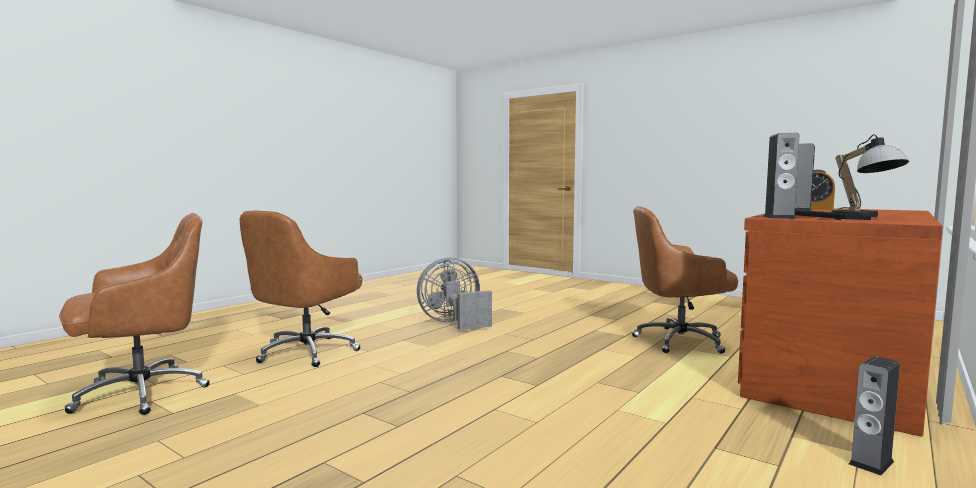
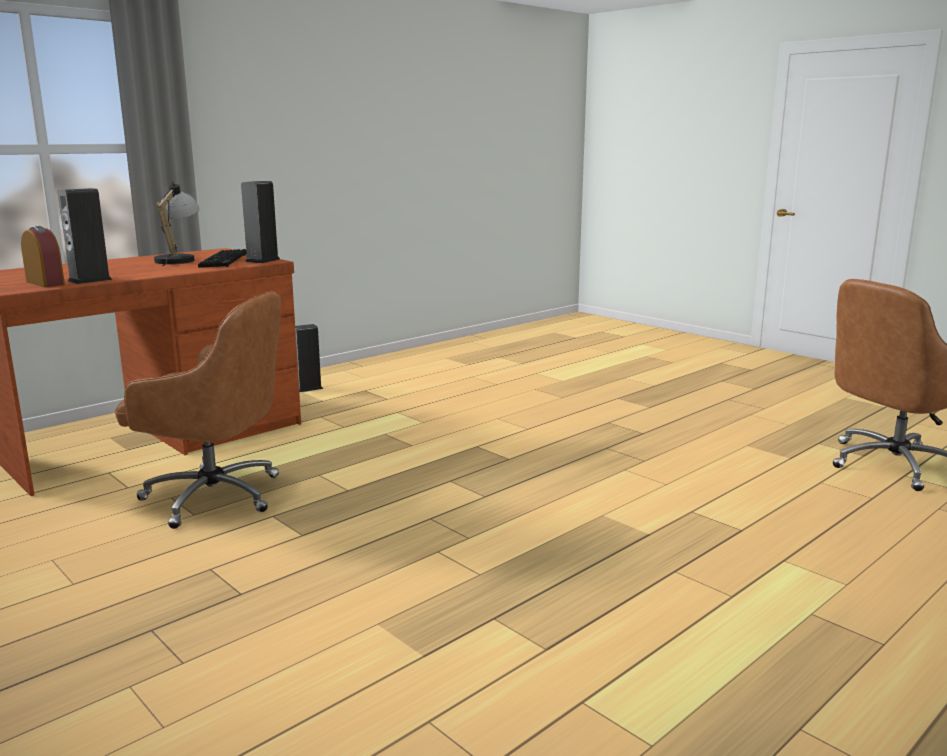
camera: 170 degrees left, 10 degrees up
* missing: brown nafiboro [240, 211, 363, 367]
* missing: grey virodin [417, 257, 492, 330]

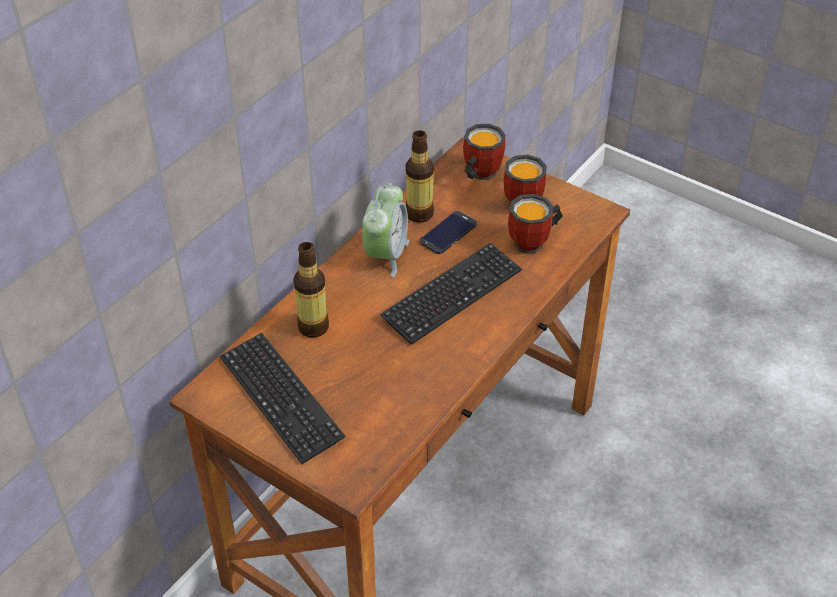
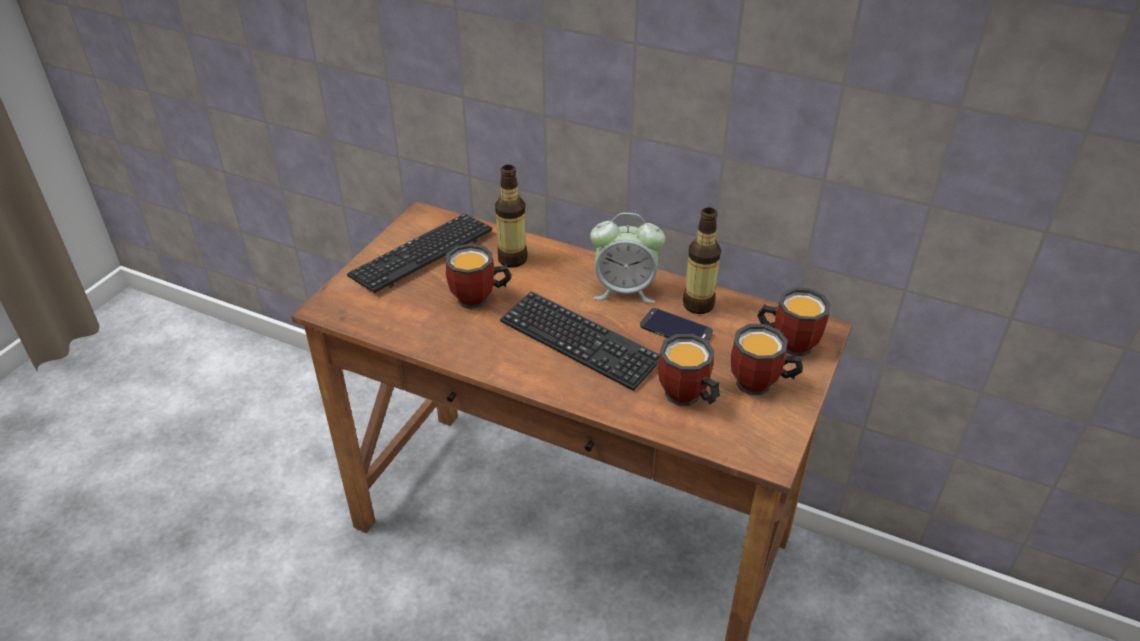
camera: 80 degrees right, 5 degrees down
* appeared: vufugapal [445, 243, 511, 309]

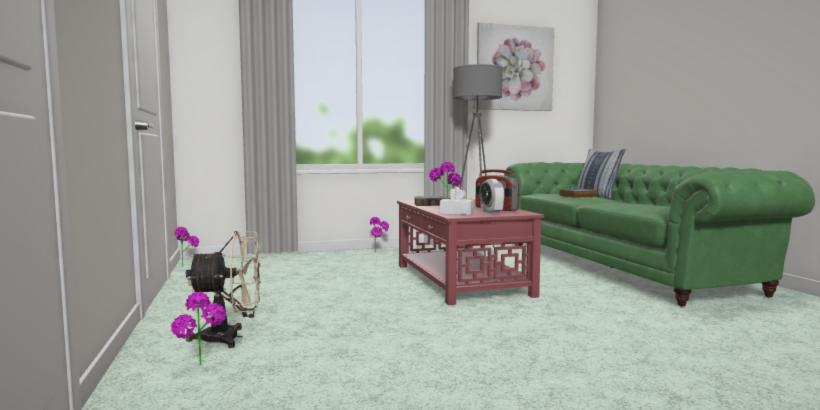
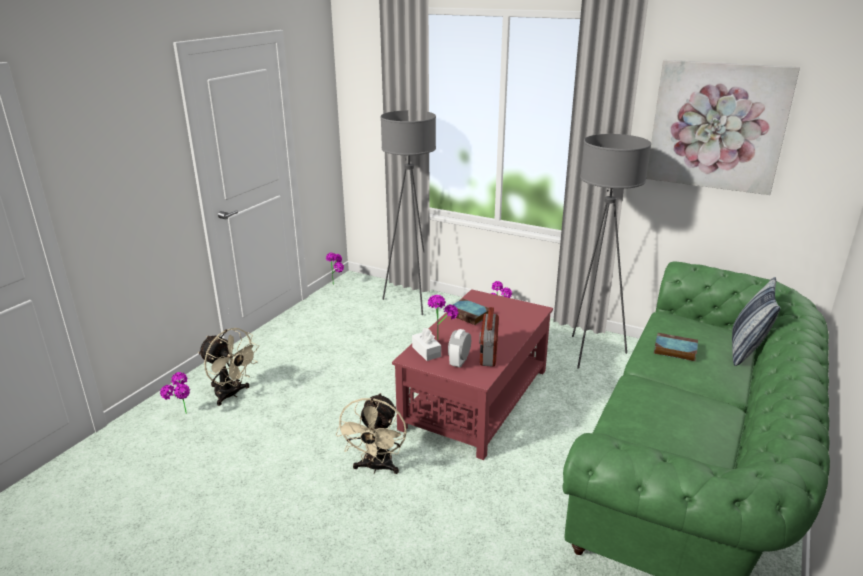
camera: 45 degrees right, 20 degrees up
* appeared: beige virodin [336, 393, 407, 474]
* appeared: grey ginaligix [380, 110, 436, 315]

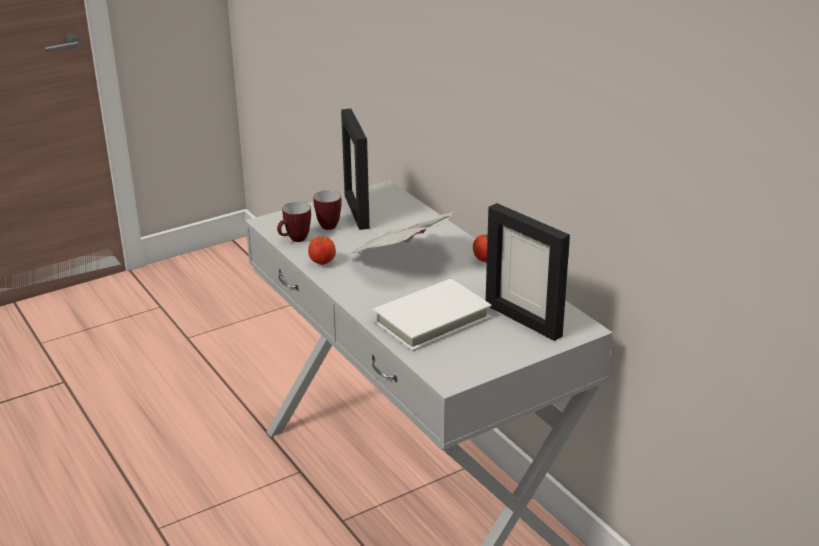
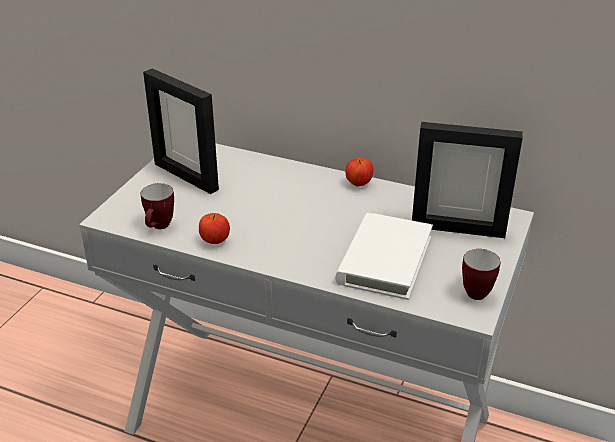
camera: 35 degrees left, 5 degrees up
* missing: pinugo [345, 210, 458, 255]
* relocated: vufugapal [313, 190, 342, 230] to [462, 249, 500, 300]

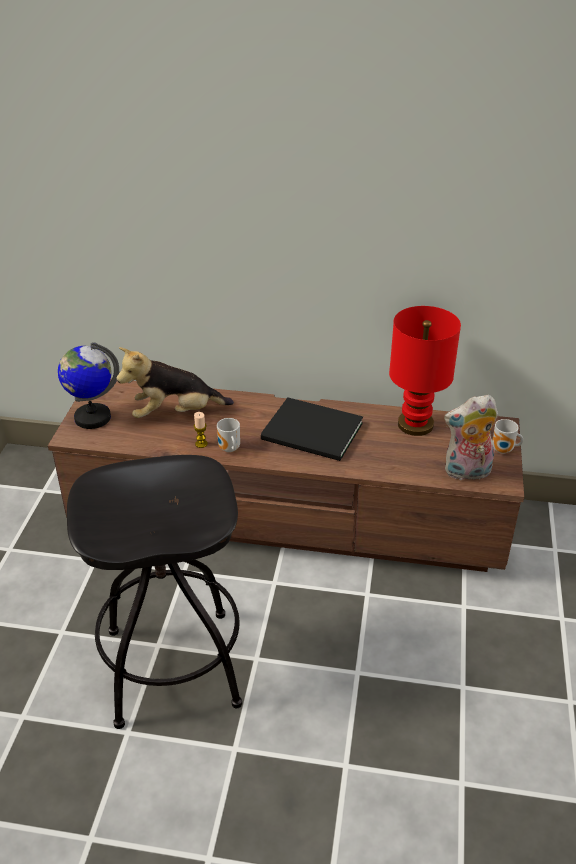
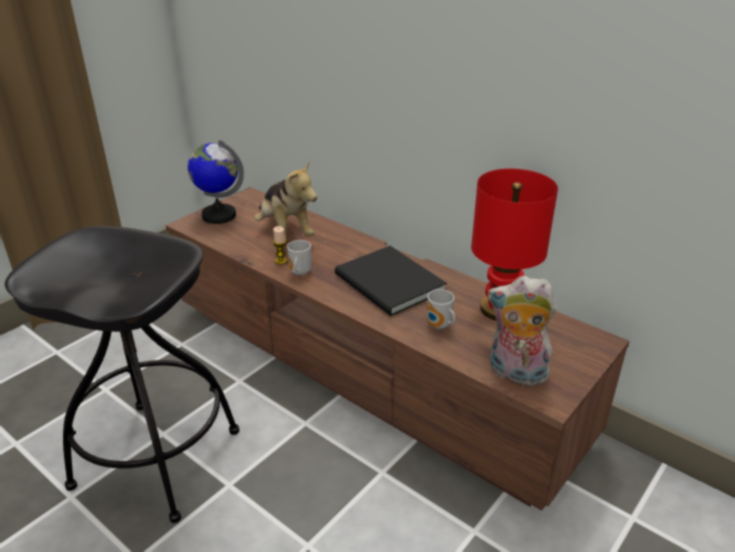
camera: 30 degrees right, 5 degrees down
* relocated: vufugapal [492, 419, 523, 454] to [427, 289, 455, 329]
* spun: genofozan [116, 347, 234, 418] = [254, 161, 317, 239] 135 degrees counterclockwise

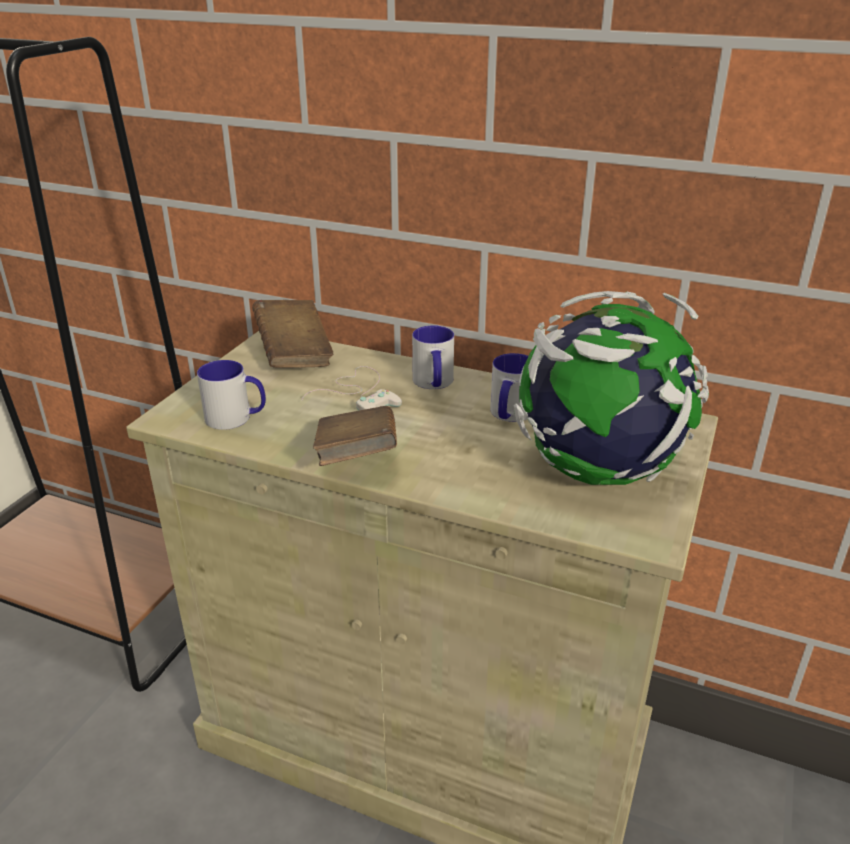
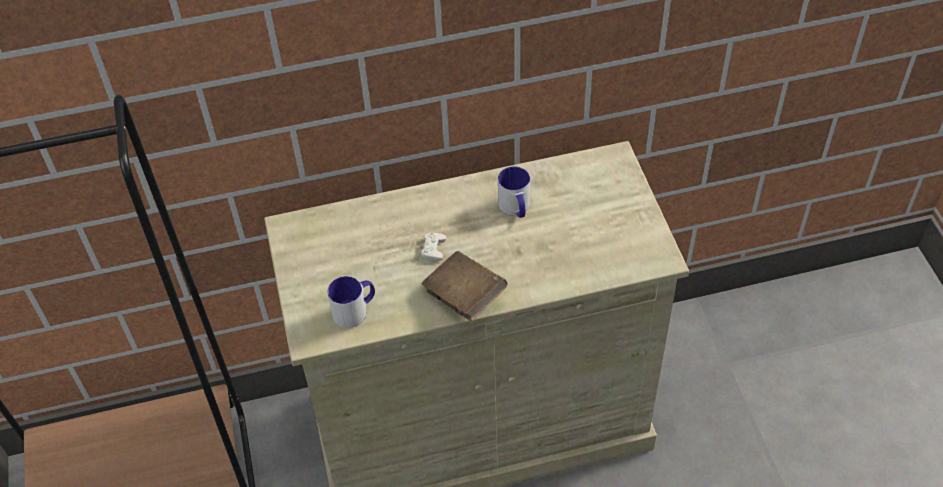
camera: 35 degrees left, 20 degrees up
* missing: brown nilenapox [252, 300, 333, 368]
* missing: vufugapal [412, 325, 454, 389]
* missing: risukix [514, 291, 709, 485]

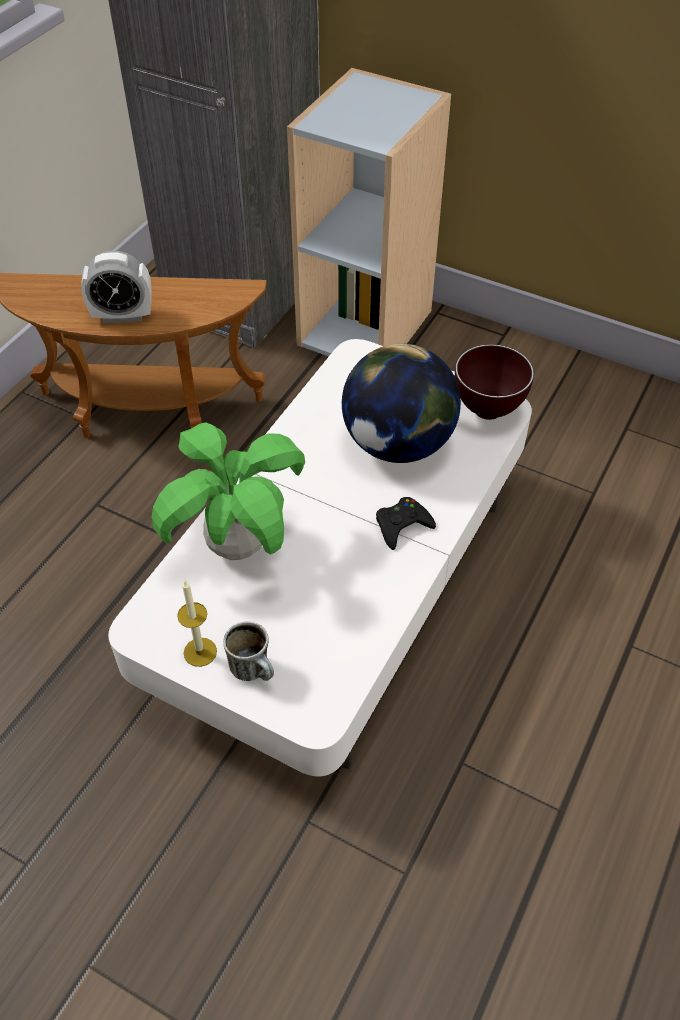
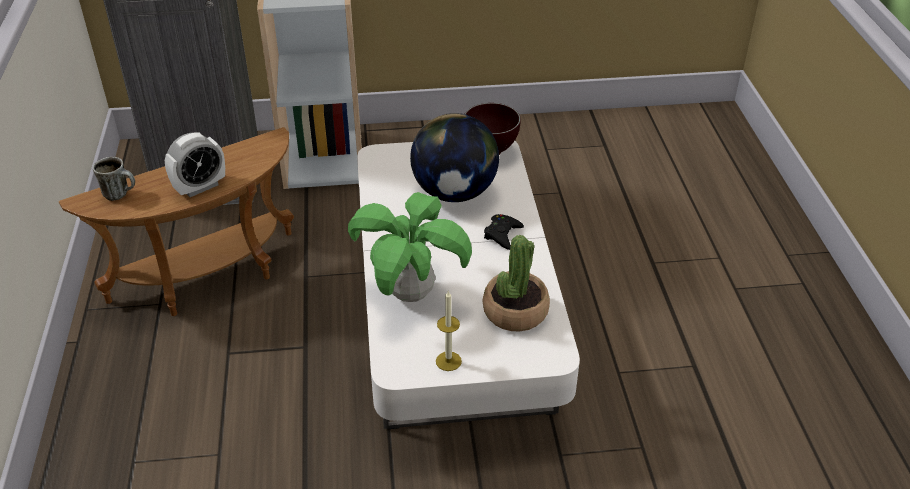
camera: 35 degrees left, 10 degrees down
* appeared: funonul [483, 235, 550, 331]
* relocated: vufugapal [223, 621, 274, 681] to [93, 157, 135, 201]

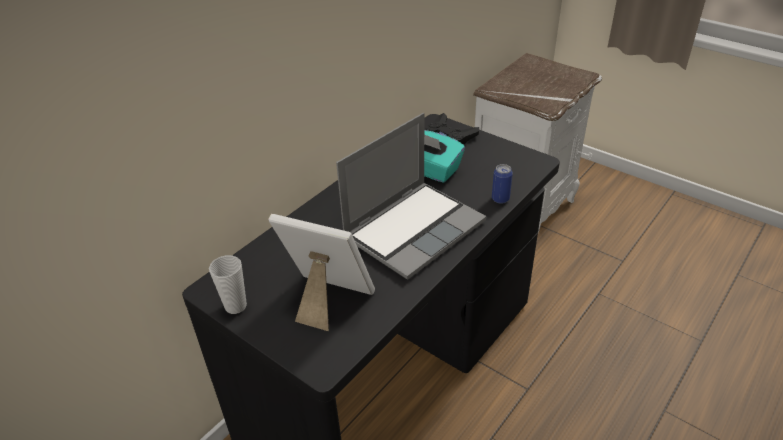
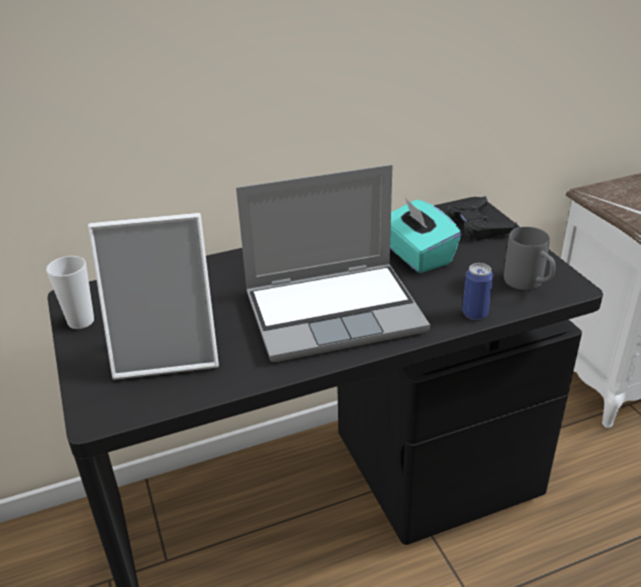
camera: 30 degrees right, 5 degrees down
* appeared: grey vufugapal [504, 227, 556, 290]
* spun: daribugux [268, 214, 375, 331] = [88, 213, 219, 380] 120 degrees clockwise

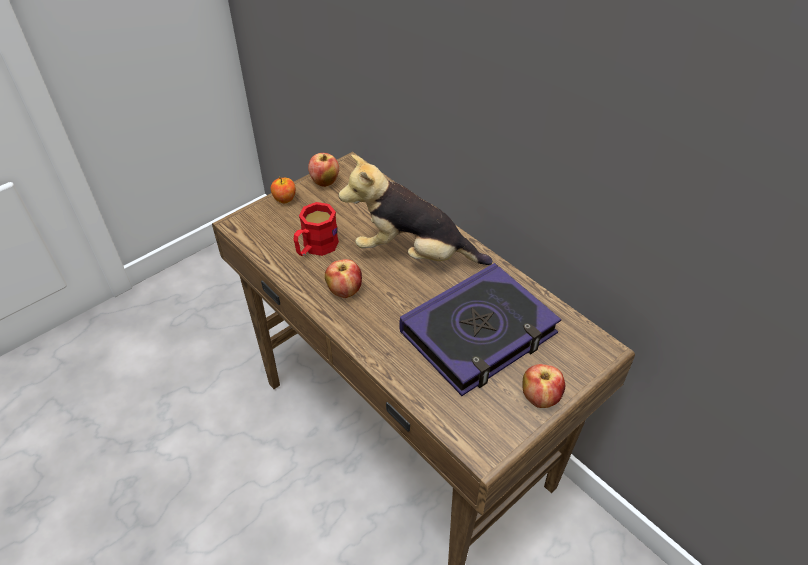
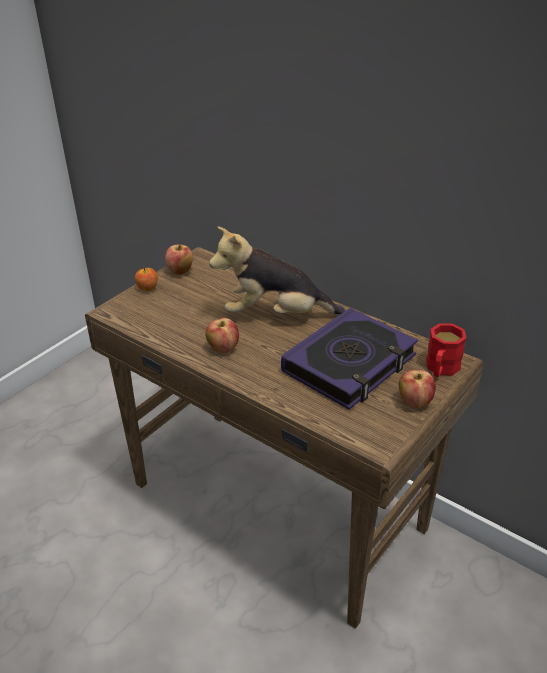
camera: 10 degrees left, 10 degrees down
* relocated: red vufugapal [294, 202, 339, 256] to [426, 323, 466, 377]

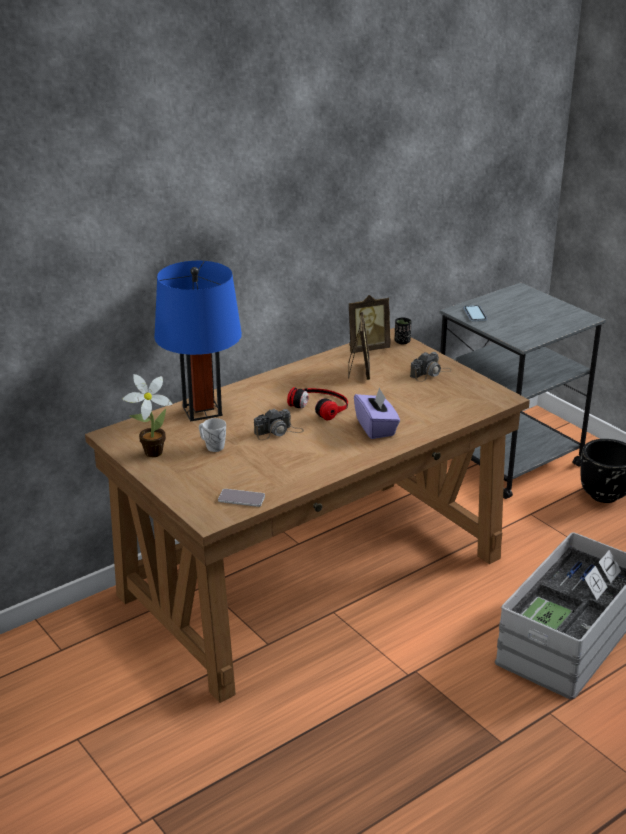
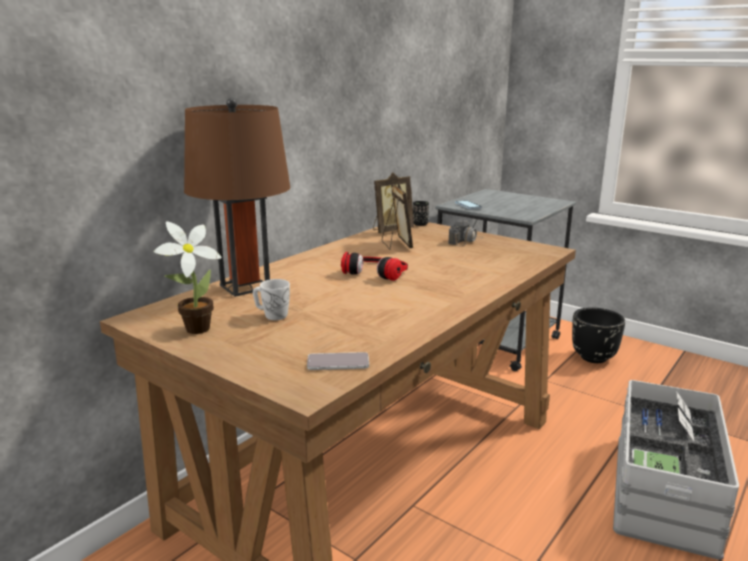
camera: 15 degrees left, 10 degrees down
* missing: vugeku [254, 409, 304, 440]
* missing: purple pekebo [354, 387, 400, 439]
* colour: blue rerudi [154, 261, 242, 421] to brown rerudi [184, 98, 291, 297]

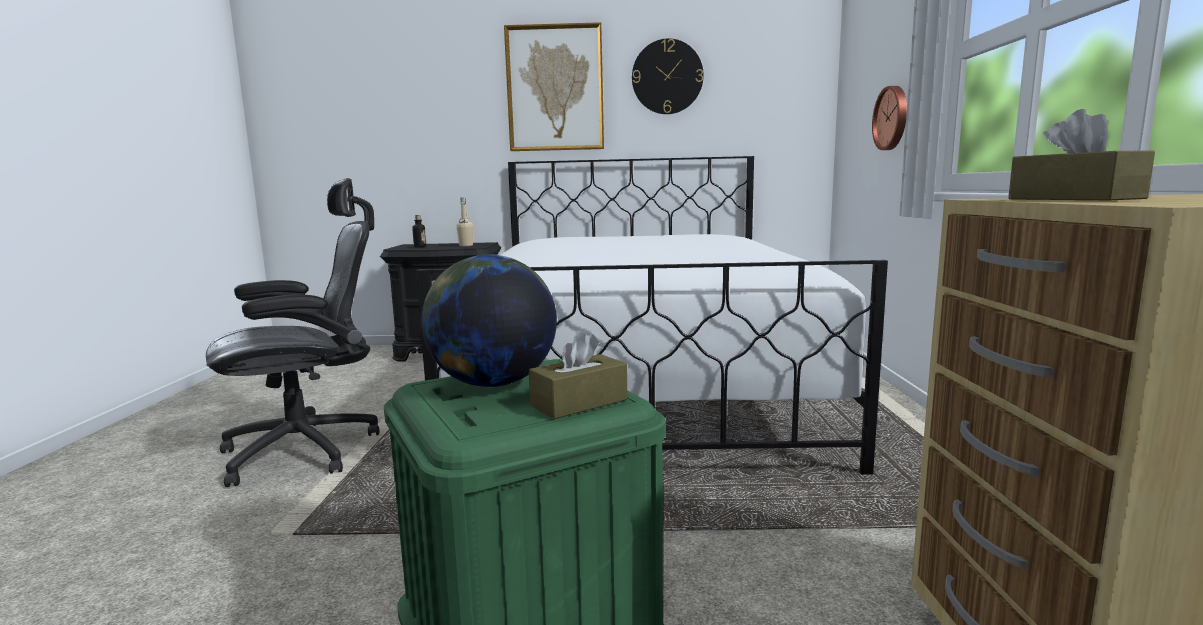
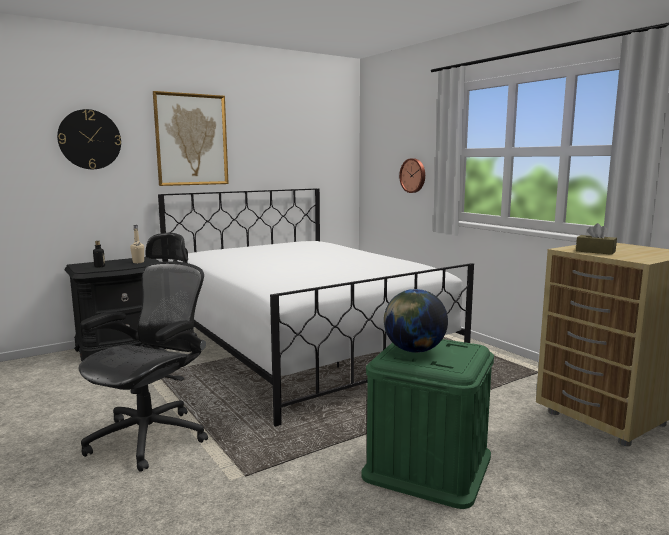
camera: 35 degrees left, 0 degrees up
* missing: brown pekebo [529, 330, 628, 419]
* relocated: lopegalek [632, 38, 704, 114] to [57, 109, 121, 169]

